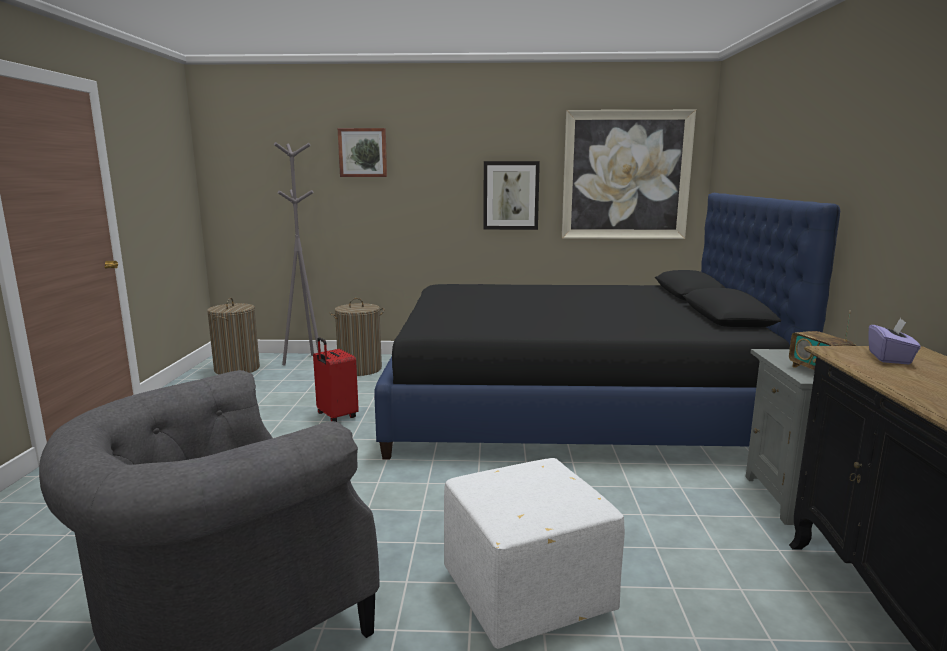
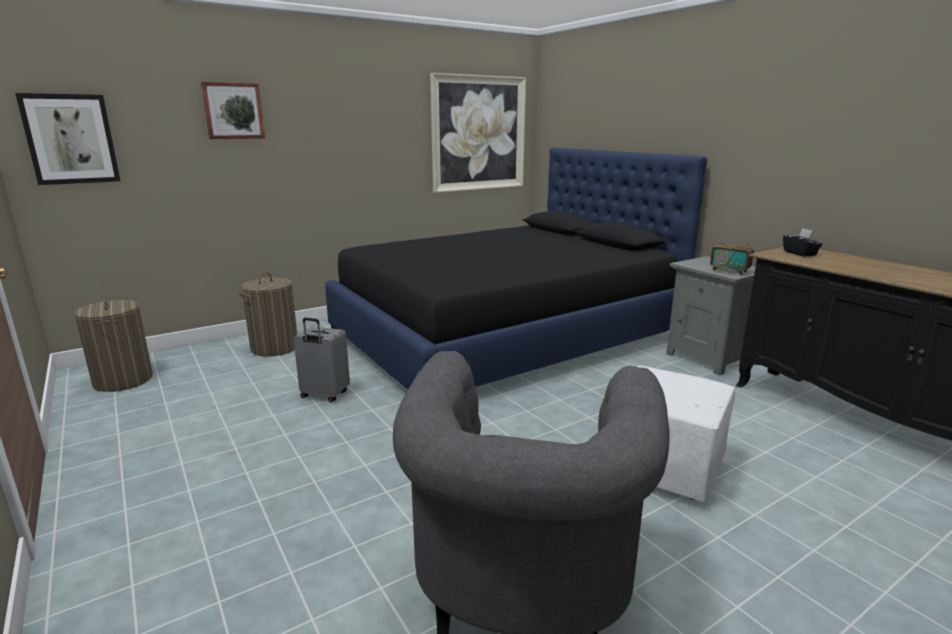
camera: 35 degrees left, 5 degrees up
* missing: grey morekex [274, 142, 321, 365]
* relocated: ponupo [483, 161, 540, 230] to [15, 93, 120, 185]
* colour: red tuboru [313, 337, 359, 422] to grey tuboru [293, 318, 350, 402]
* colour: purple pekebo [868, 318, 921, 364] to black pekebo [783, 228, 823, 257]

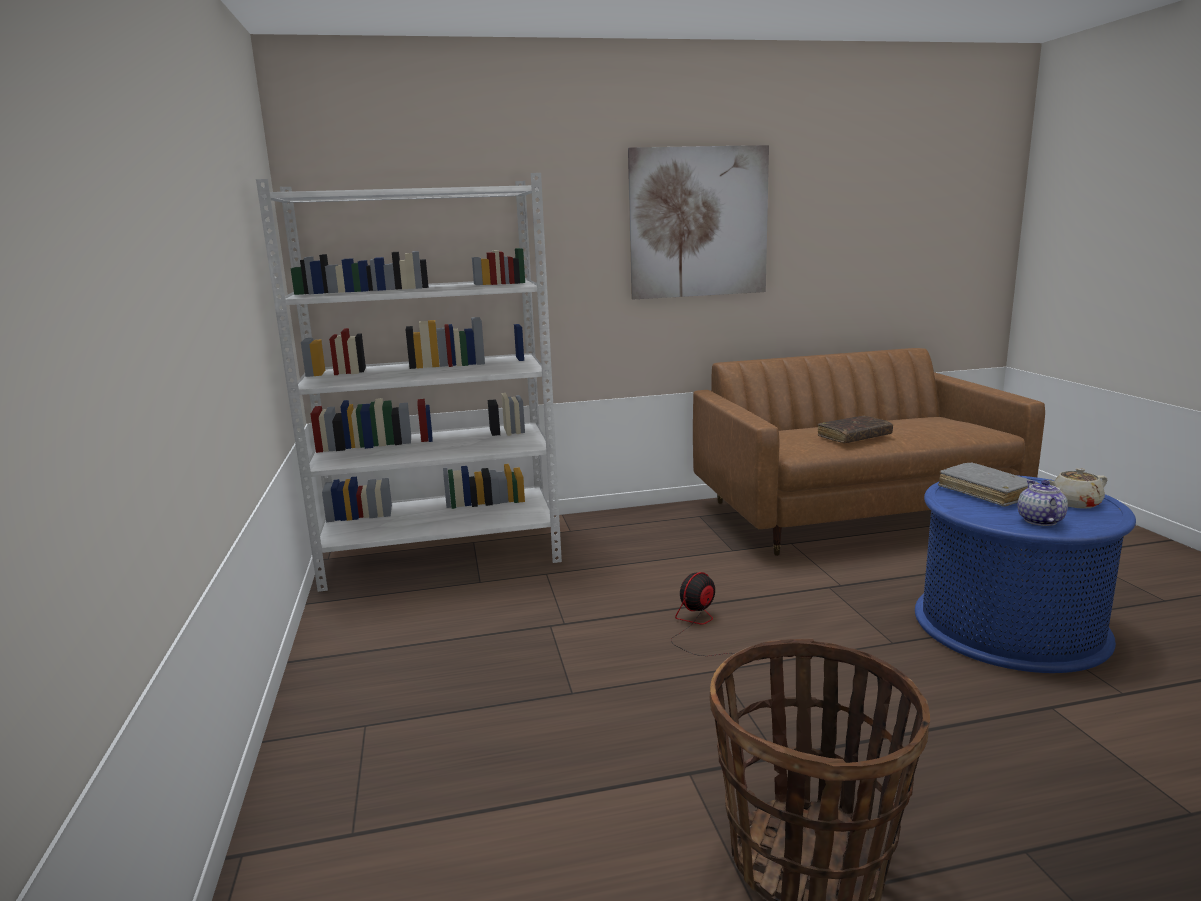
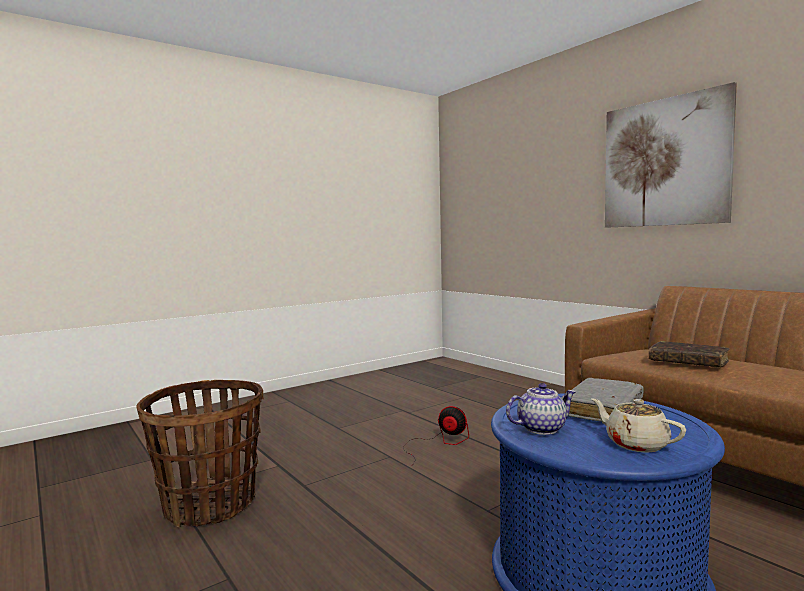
camera: 65 degrees right, 10 degrees down
* missing: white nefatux [256, 173, 562, 592]

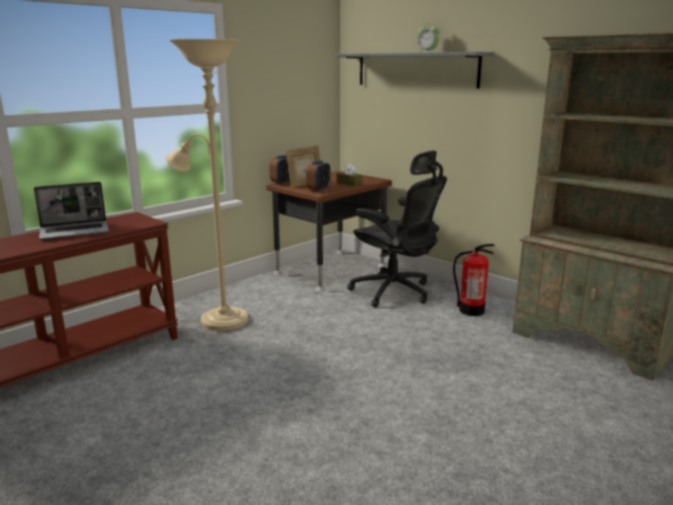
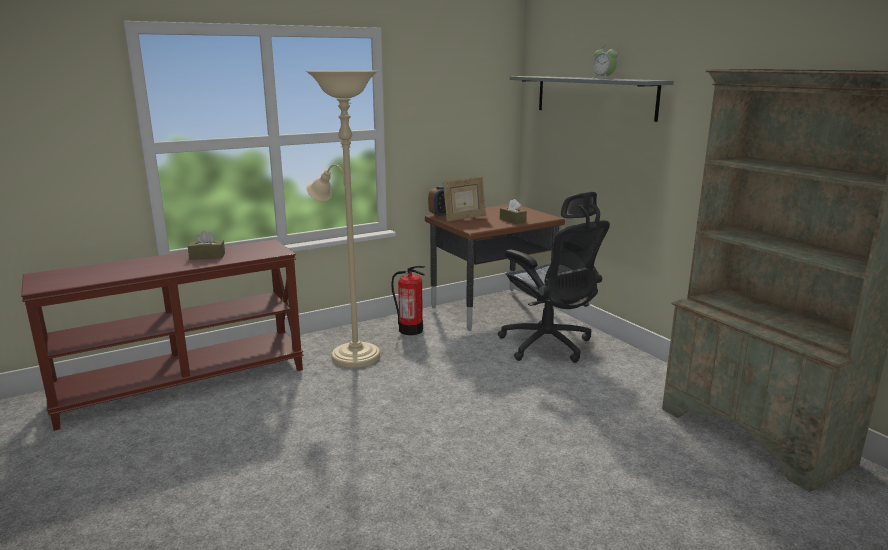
camera: 15 degrees right, 0 degrees up
* missing: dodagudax [306, 160, 331, 192]
* relocated: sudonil [453, 244, 495, 316] to [391, 265, 425, 335]
* exchanged: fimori [34, 182, 109, 240] to brown pekebo [188, 230, 225, 260]

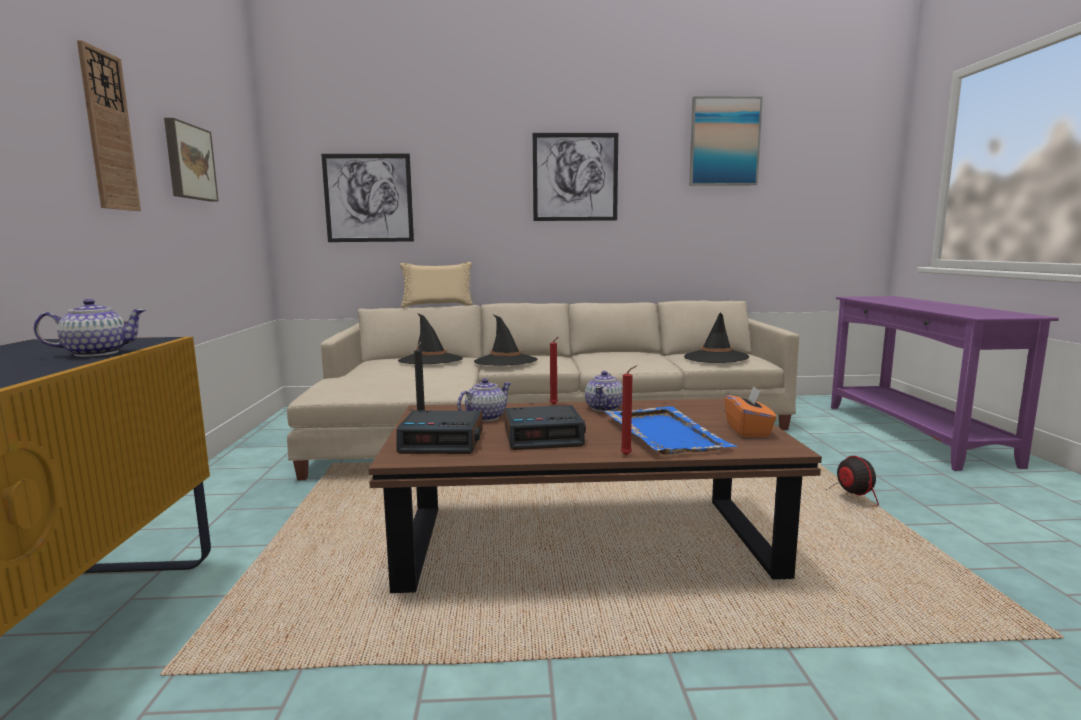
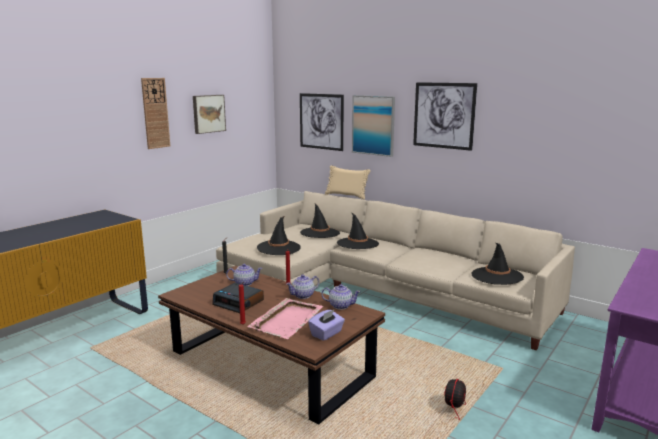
camera: 40 degrees right, 5 degrees up
* missing: dodagudax [396, 411, 483, 454]
* appeared: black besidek [257, 216, 301, 255]
* relocated: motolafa [33, 299, 146, 357] to [321, 284, 361, 310]
* relocated: ponupo [689, 96, 763, 186] to [352, 95, 395, 157]
* colour: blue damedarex [605, 406, 737, 455] to pink damedarex [247, 298, 323, 339]
* colour: orange pekebo [725, 386, 777, 437] to purple pekebo [308, 310, 345, 341]

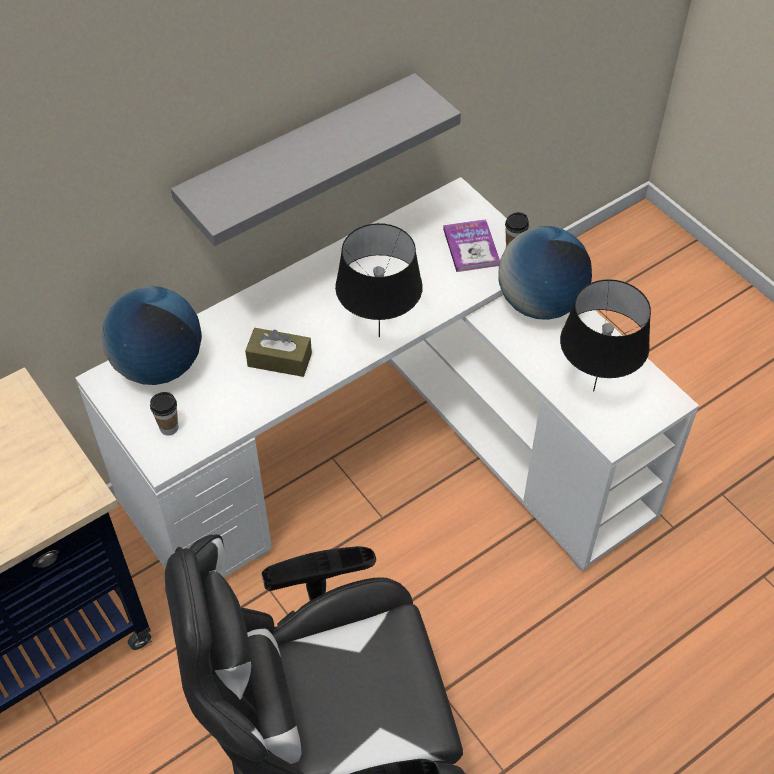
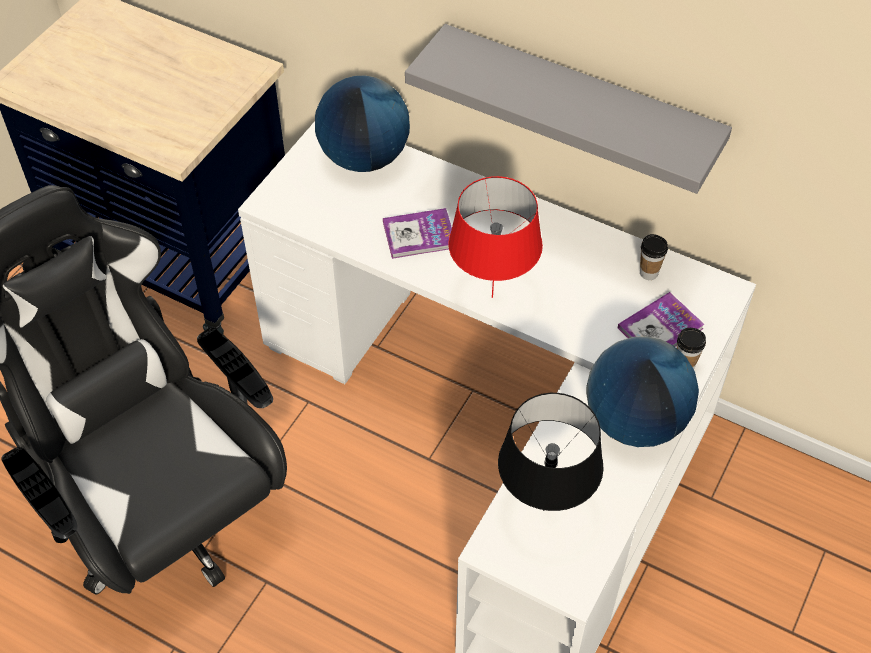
camera: 65 degrees right, 0 degrees up
* relocated: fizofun [150, 392, 178, 436] to [640, 234, 668, 280]
* exchanged: brown pekebo [245, 328, 312, 377] to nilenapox [383, 208, 452, 259]
* colour: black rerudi [335, 223, 423, 337] to red rerudi [448, 176, 543, 298]

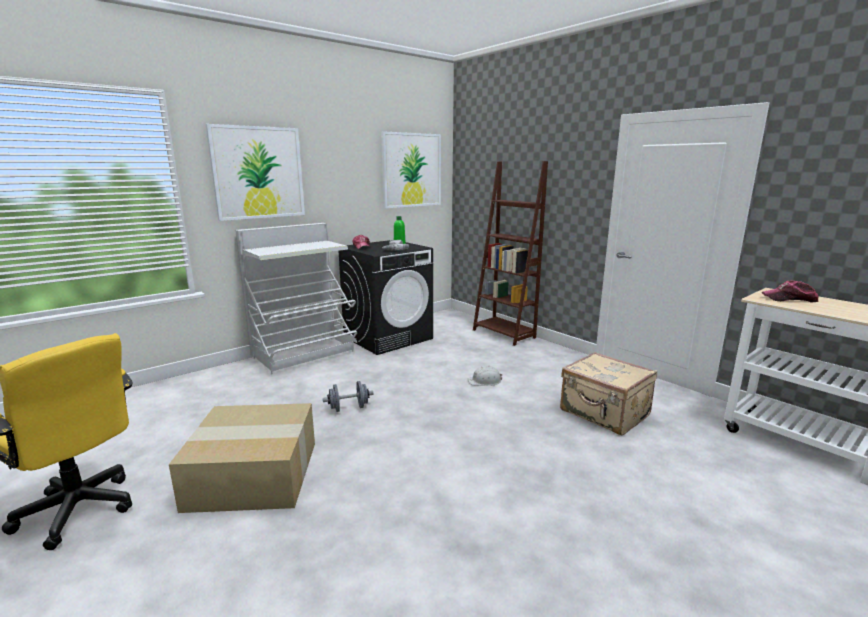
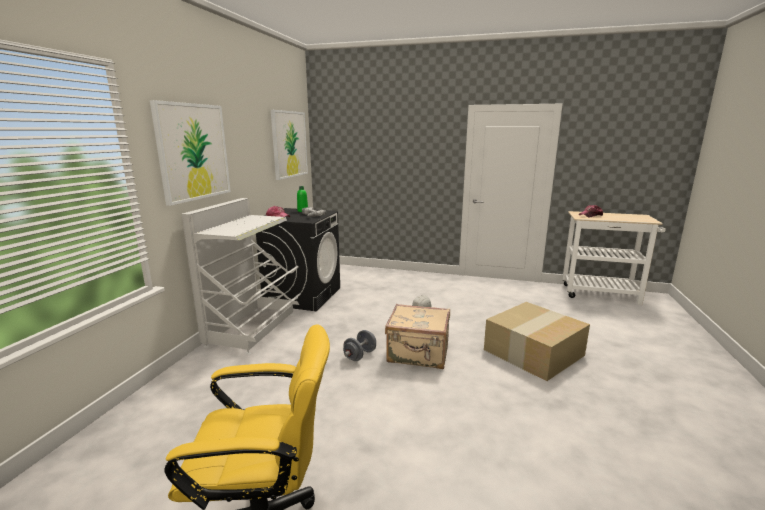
camera: 35 degrees left, 0 degrees up
* missing: brown nefatux [473, 161, 548, 346]
* relocated: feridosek [169, 403, 315, 513] to [484, 302, 590, 381]
* relocated: beige tuboru [560, 352, 657, 435] to [385, 304, 450, 369]

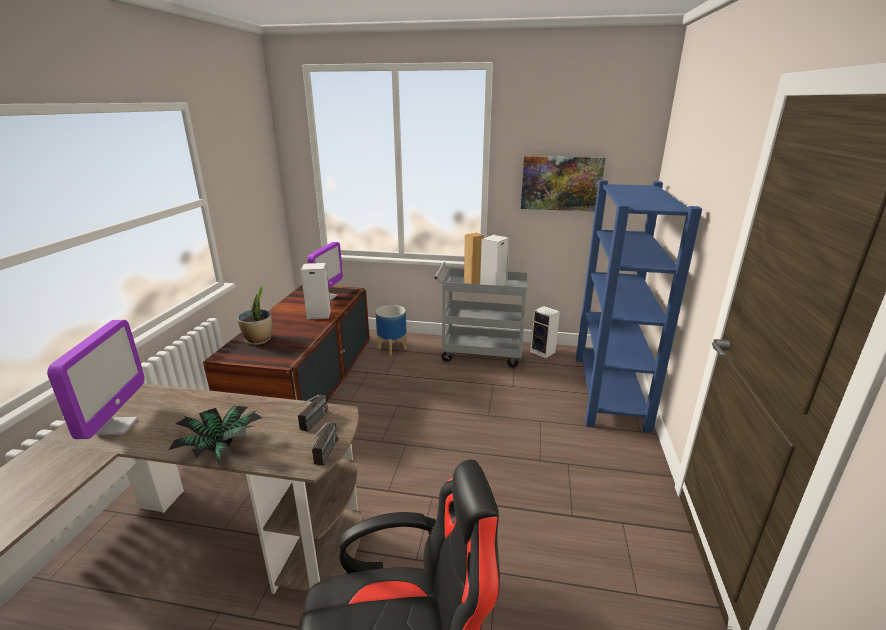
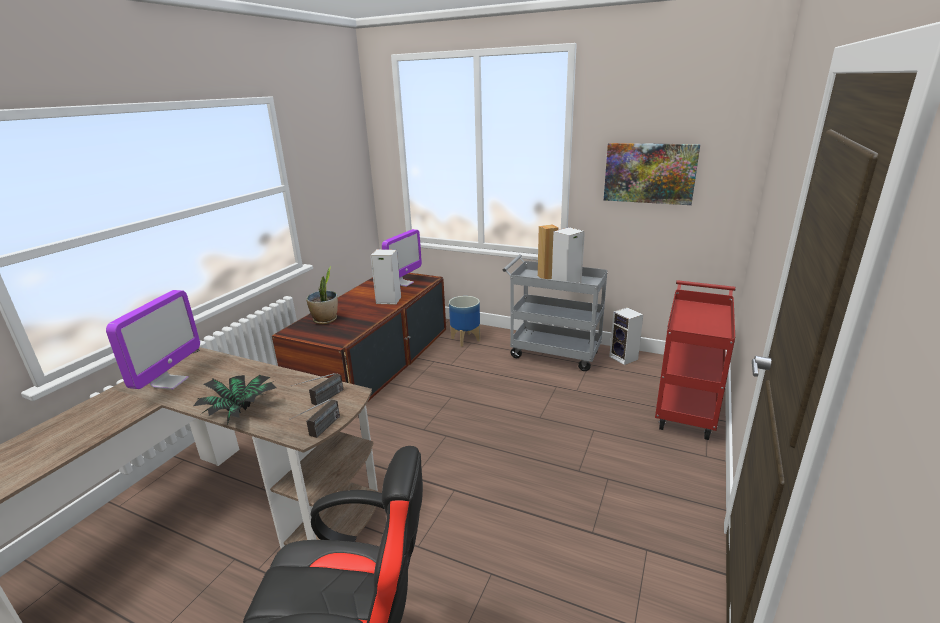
camera: 15 degrees right, 0 degrees up
* exchanged: blue nefatux [576, 180, 702, 433] to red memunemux [655, 280, 736, 440]

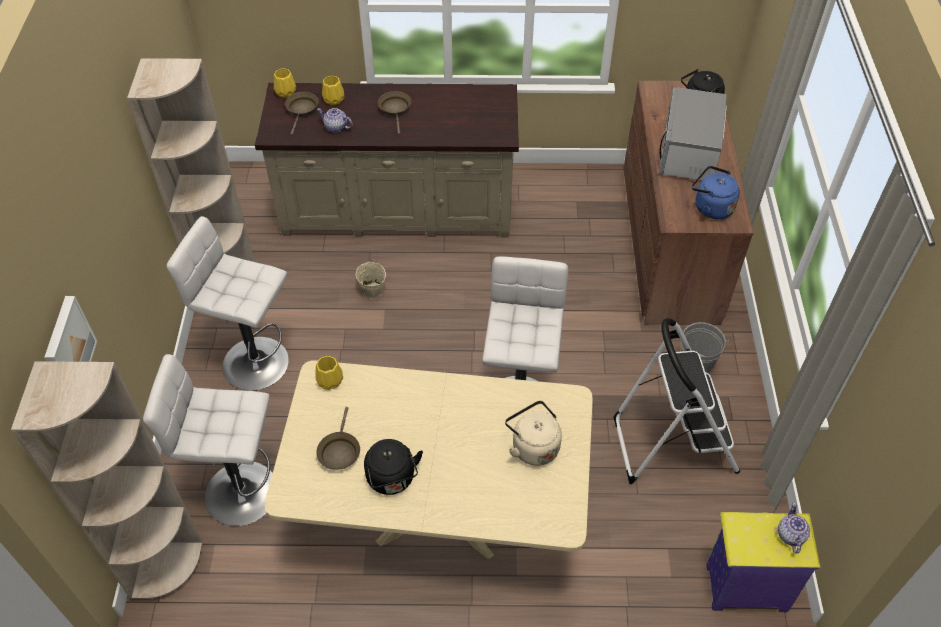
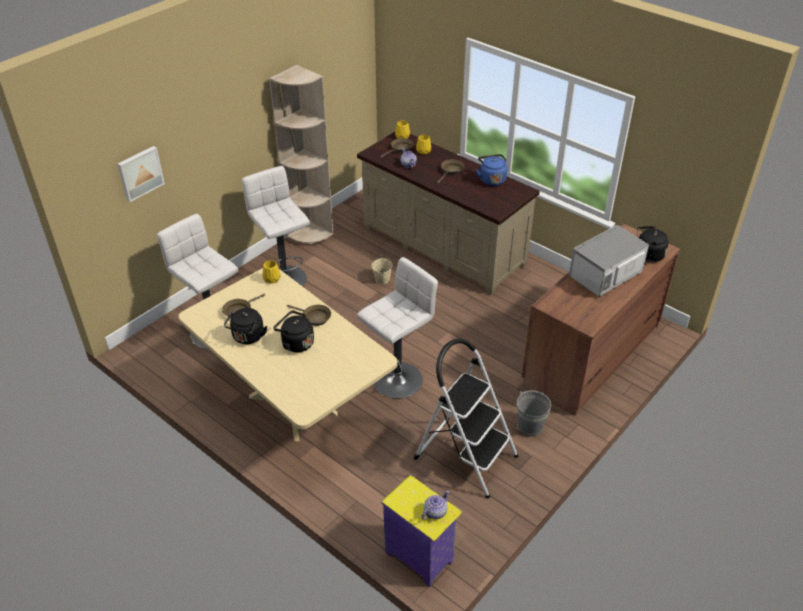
camera: 40 degrees right, 10 degrees down
* missing: beige nefatux [11, 361, 203, 599]
* missing: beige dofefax [505, 401, 562, 466]
* appeared: black dofefax [273, 311, 314, 352]
* appeared: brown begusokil [287, 305, 331, 326]
* relocated: blue dofefax [692, 166, 740, 219] to [476, 154, 507, 186]

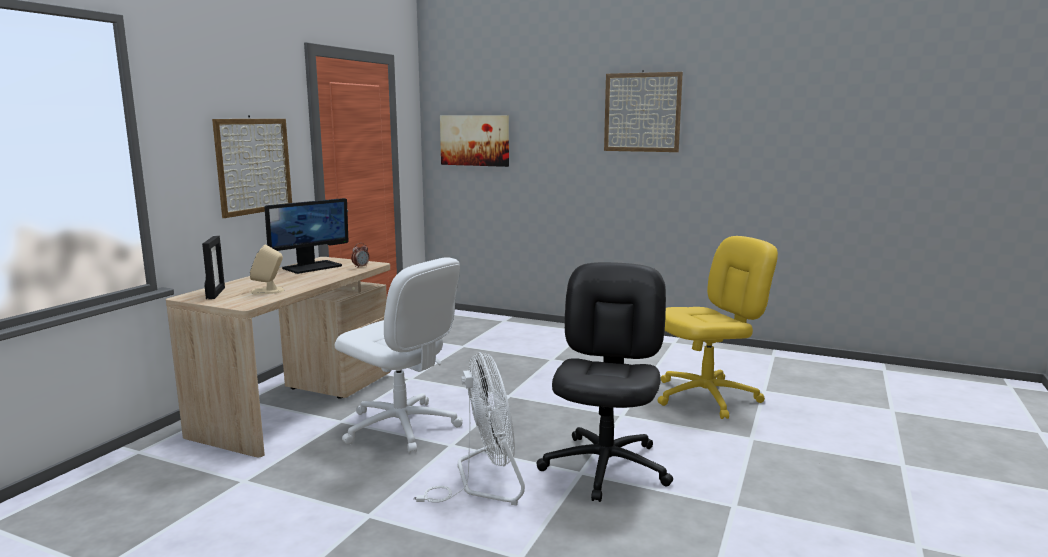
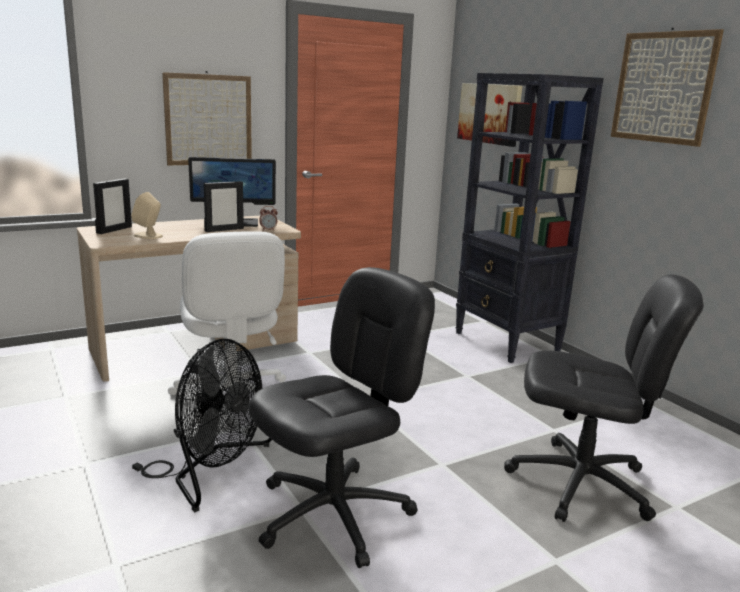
camera: 35 degrees right, 5 degrees up
* appeared: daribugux [204, 181, 244, 232]
* appeared: black nefatux [455, 73, 604, 363]
* colour: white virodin [414, 352, 525, 506] to black virodin [132, 339, 272, 512]
* colour: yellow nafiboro [658, 236, 778, 419] to black nafiboro [504, 275, 703, 522]

